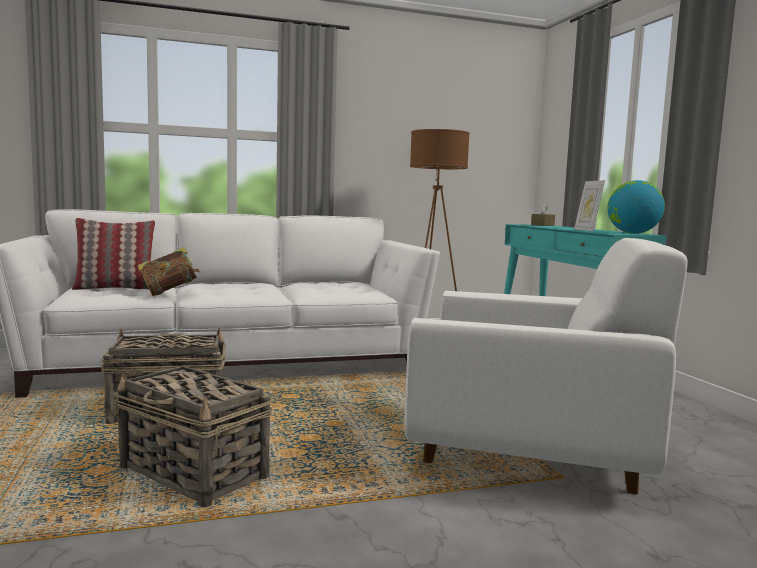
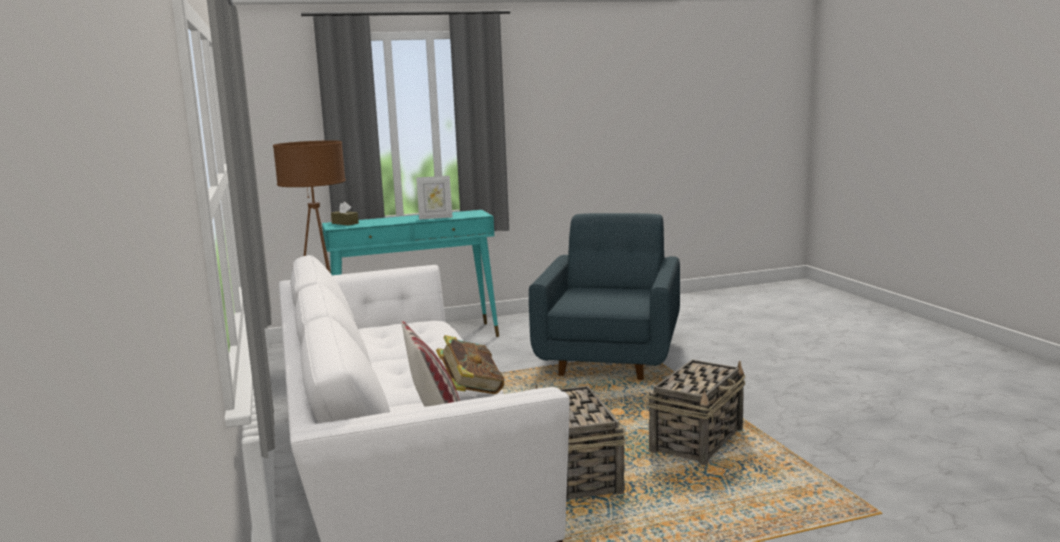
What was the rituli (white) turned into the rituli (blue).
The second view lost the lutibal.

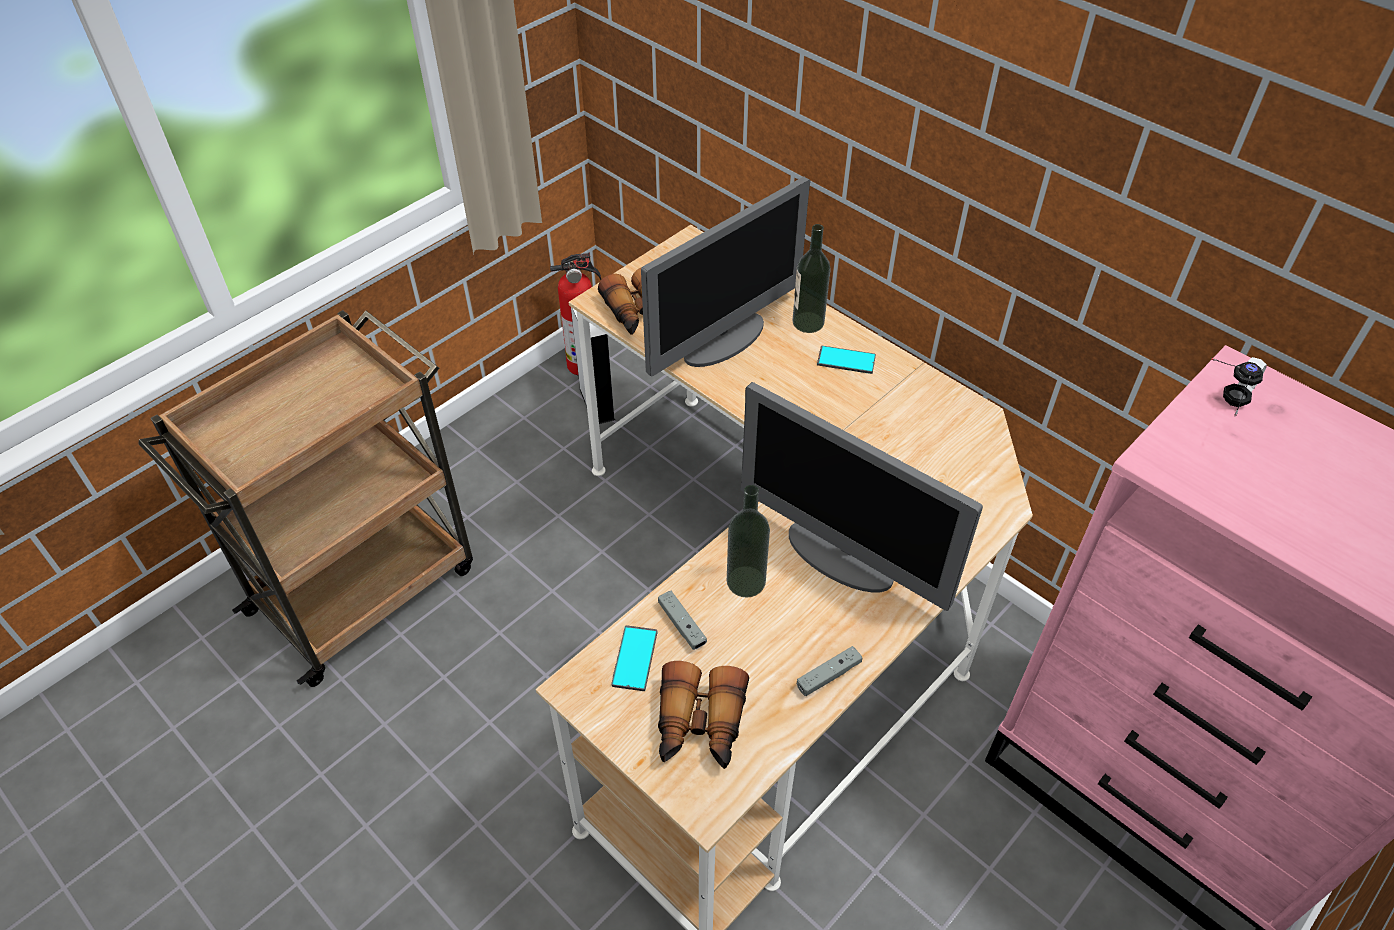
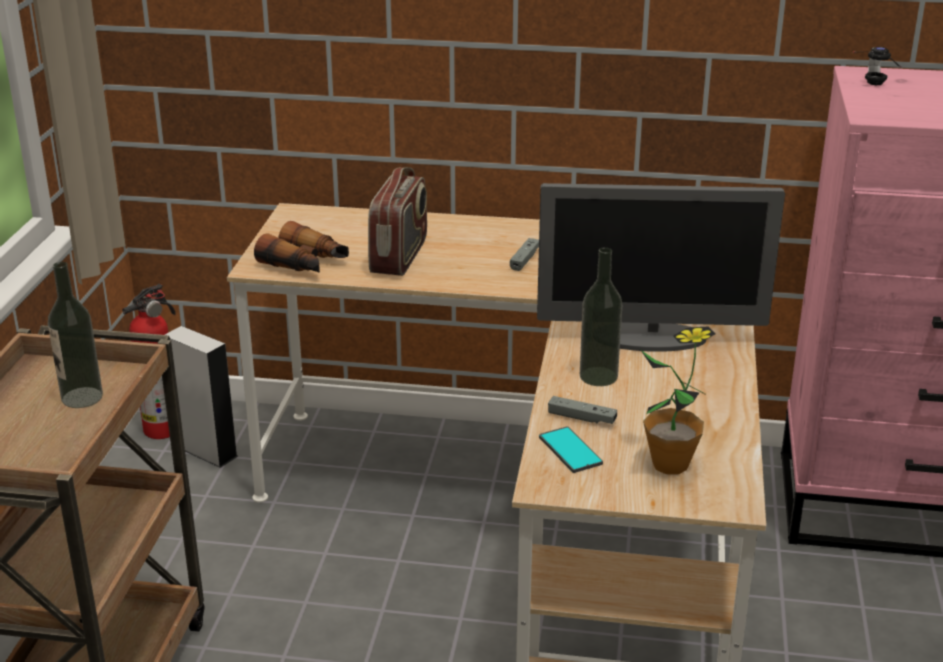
The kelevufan (2nd from left in the first image) ended up elsewhere.
Where the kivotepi (1st from left) stood, the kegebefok came to stand.
The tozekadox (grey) (2nd from left in the first image) ended up elsewhere.
Where the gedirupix (2nd from left) stood, the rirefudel came to stand.
The second view lost the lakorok (2nd from left).

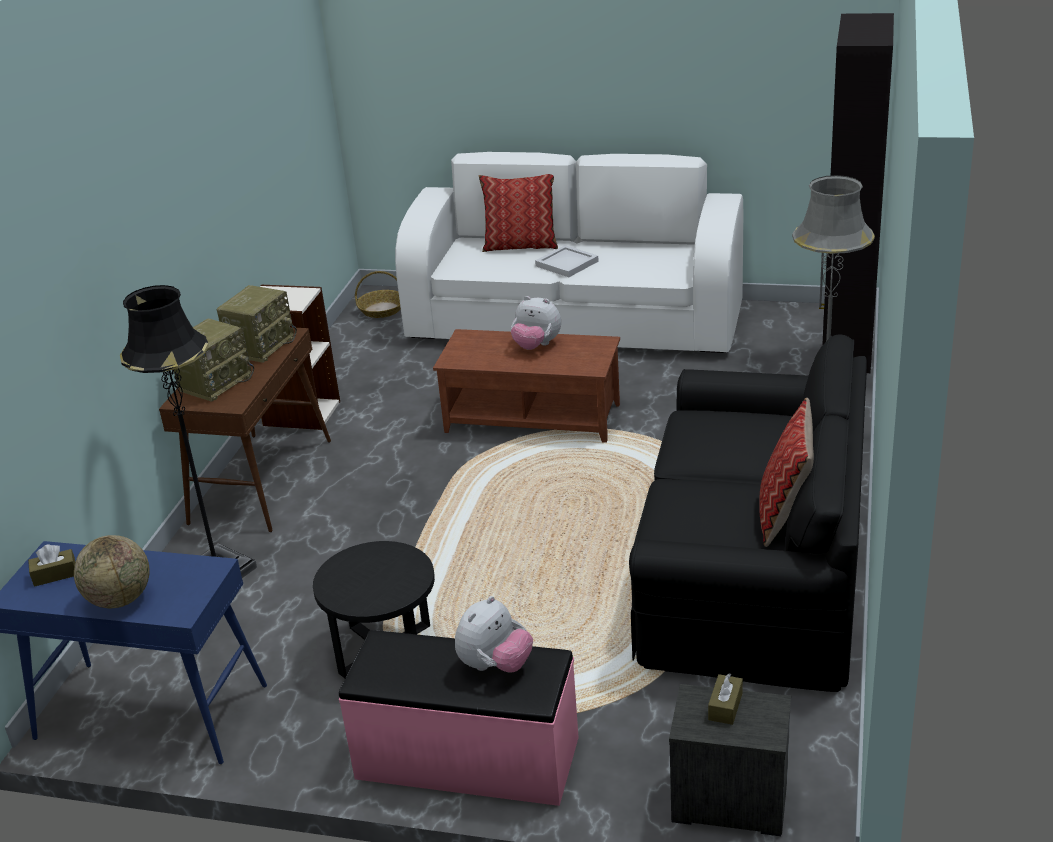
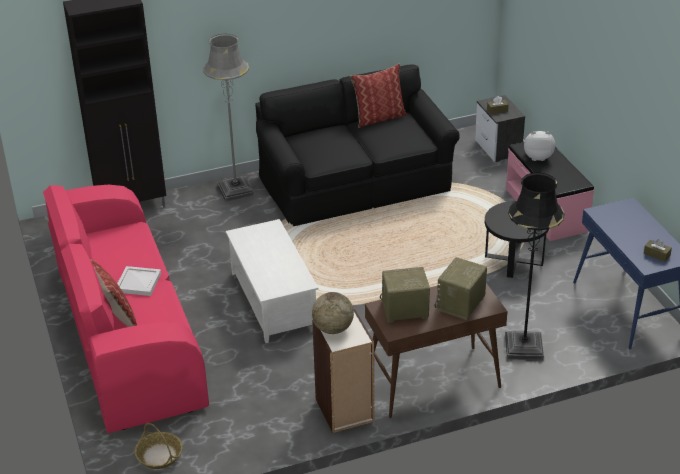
What was the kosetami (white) turned into the kosetami (pink).
What was the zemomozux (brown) turned into the zemomozux (white).
The lutibal ended up elsewhere.
The kegebefok (1st from left in the first image) ended up facing another way, 60 degrees counterclockwise from before.
The second view lost the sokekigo (2nd from left).

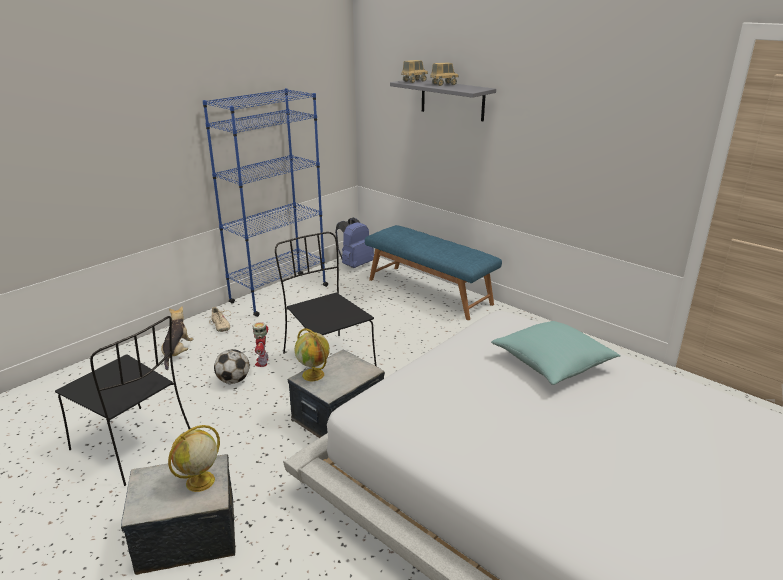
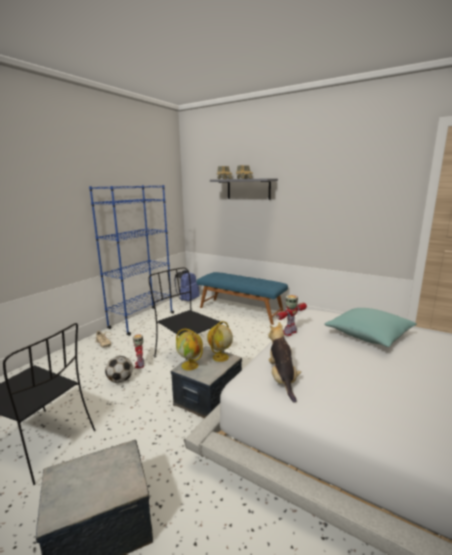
The lutibal (1st from left in the first image) ended up elsewhere.
The sokekigo ended up elsewhere.
The second view gained the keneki (2nd from left).

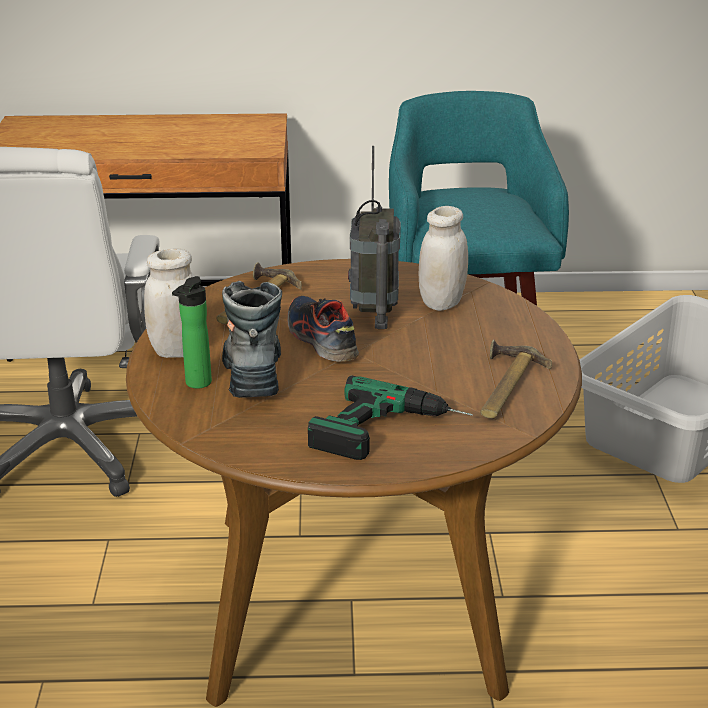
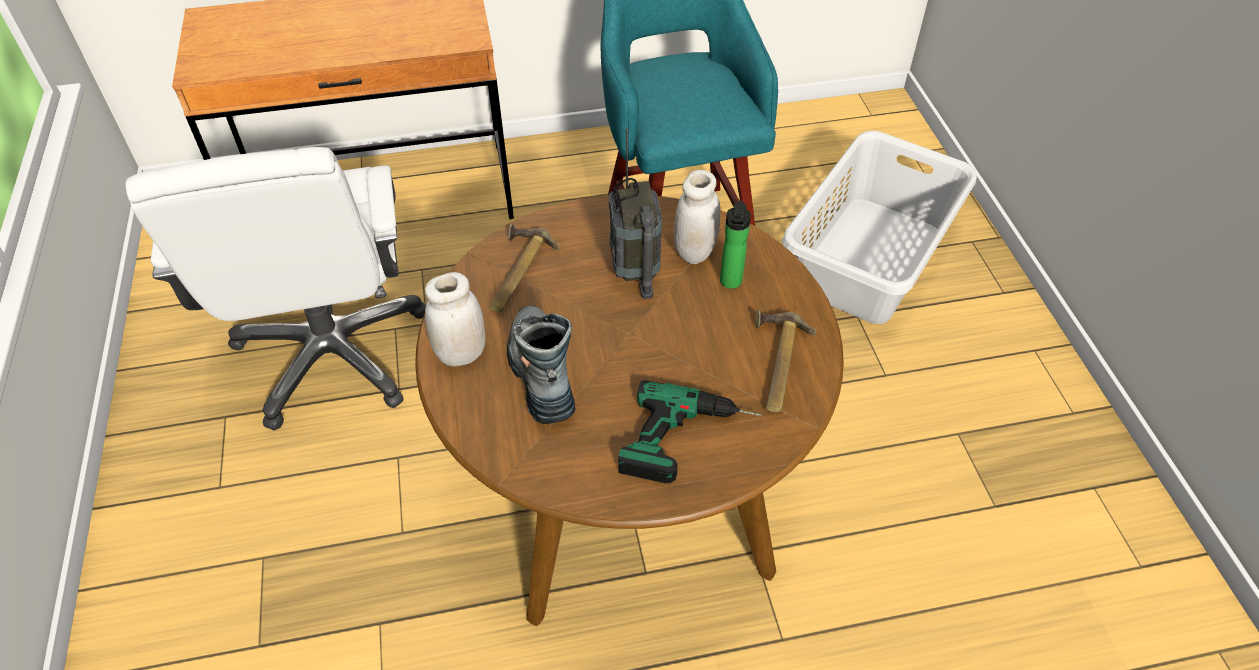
The kelevufan ended up elsewhere.
The second view lost the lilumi.

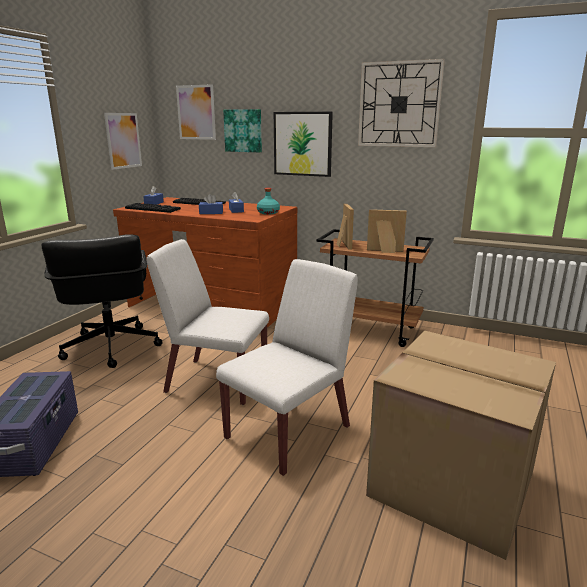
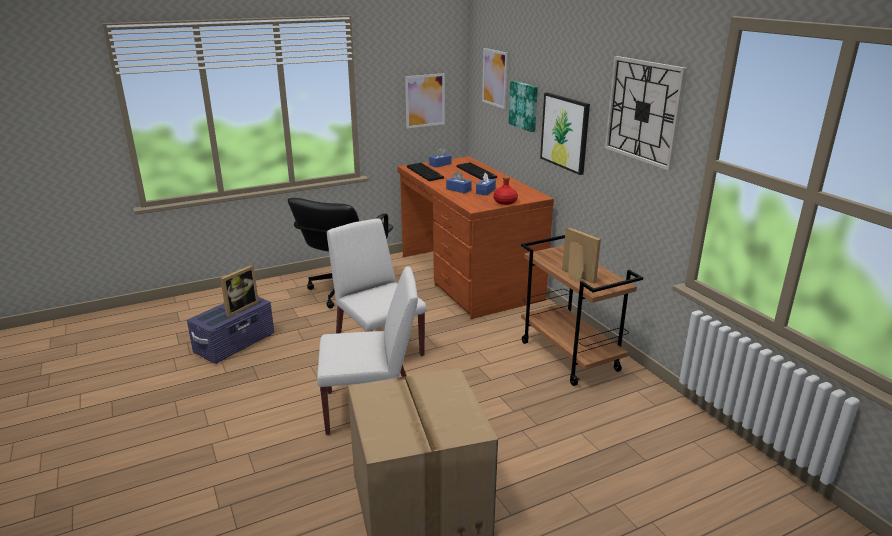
The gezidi (1st from left) ended up elsewhere.
What was the kelevufan (turquoise) turned into the kelevufan (red).

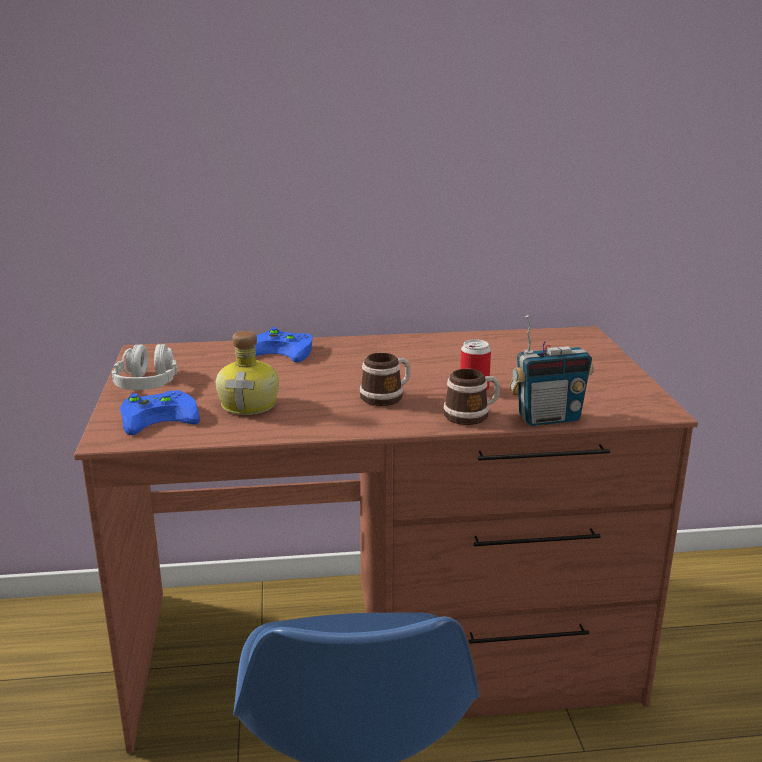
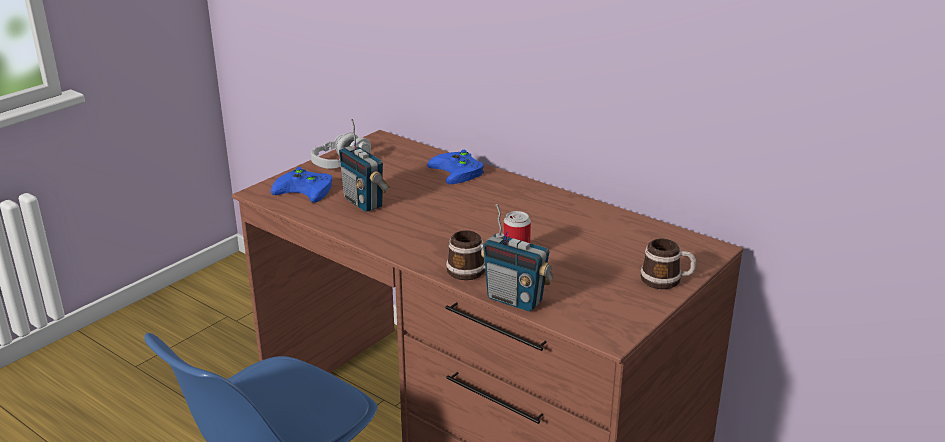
Where the kelevufan stood, the kegebefok (1st from left) came to stand.
The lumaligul (1st from left in the first image) ended up elsewhere.

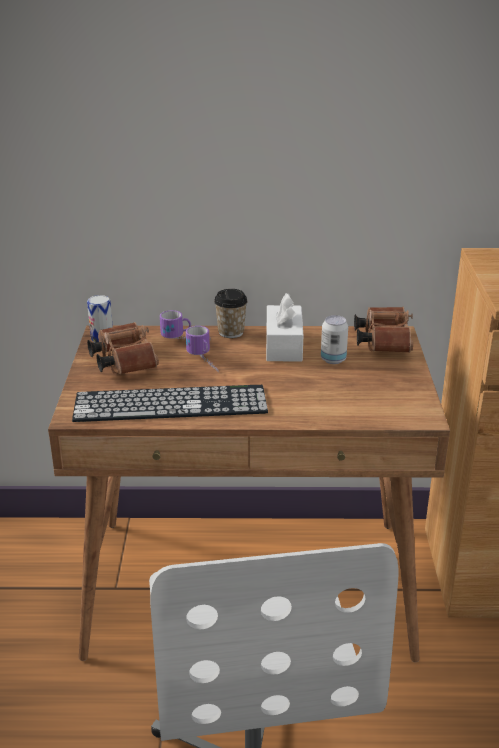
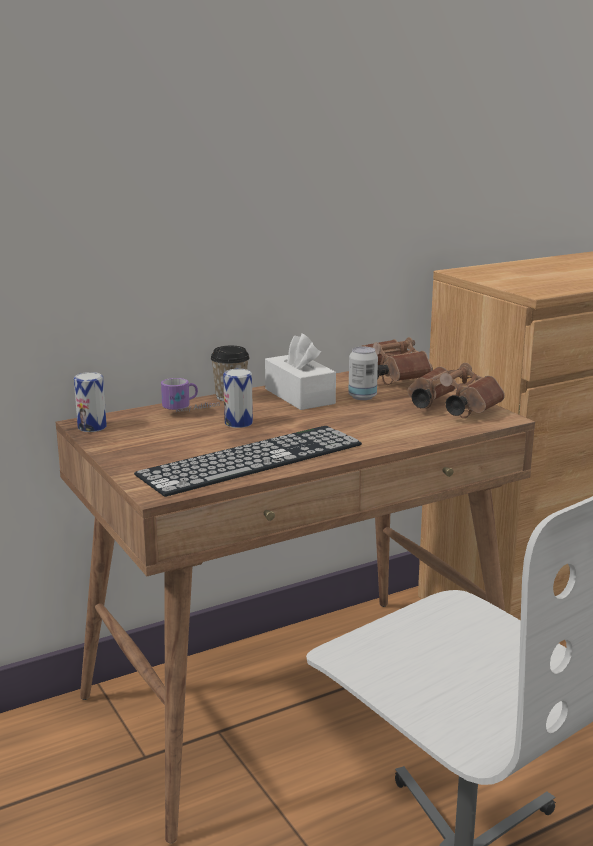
Where the lumaligul (2nd from left) stood, the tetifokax (2nd from left) came to stand.
The gedirupix (brown) (1st from left in the first image) ended up elsewhere.

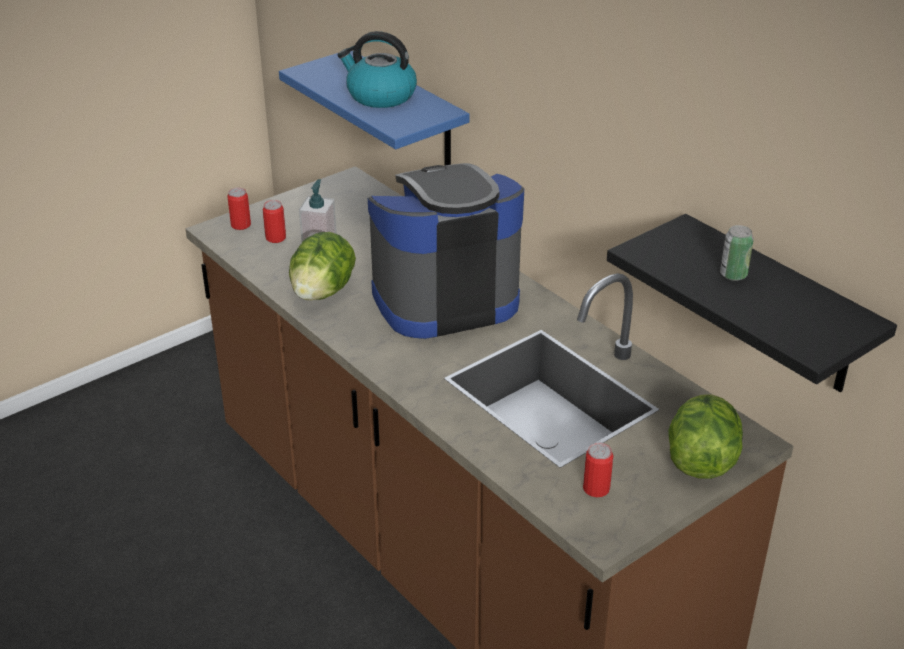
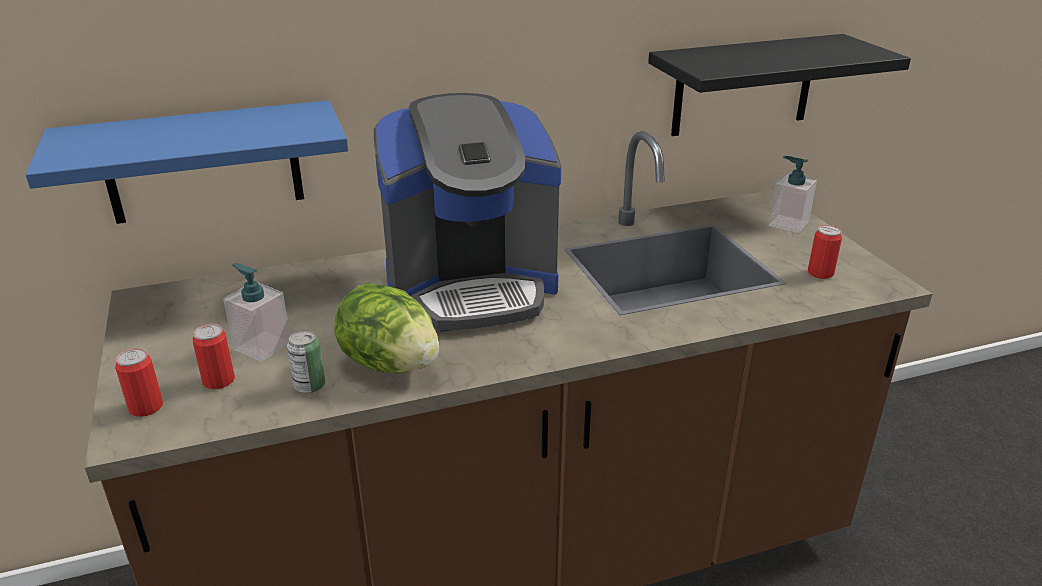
The tetifokax (4th from left in the first image) ended up elsewhere.
The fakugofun ended up facing another way, 105 degrees counterclockwise from before.
Where the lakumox (2nd from left) stood, the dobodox (2nd from left) came to stand.
The second view lost the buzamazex.

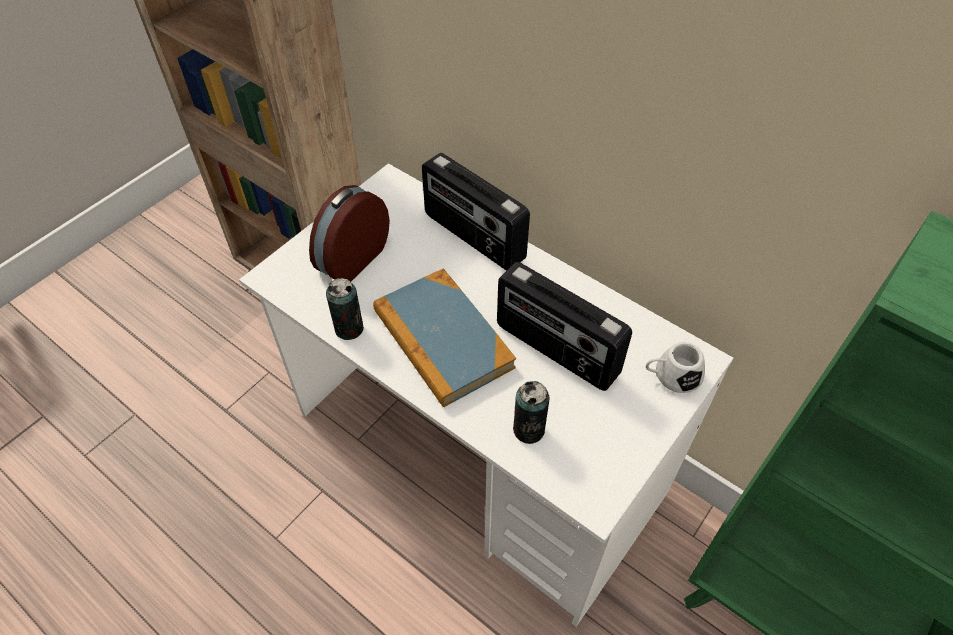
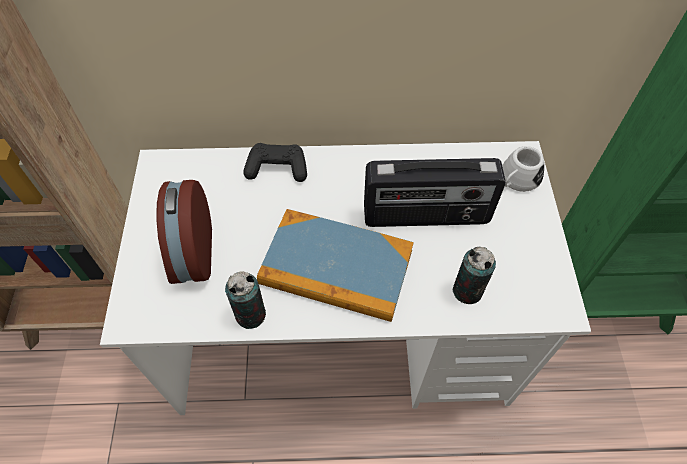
Where the kegebefok (1st from left) stood, the tozekadox (black) came to stand.

